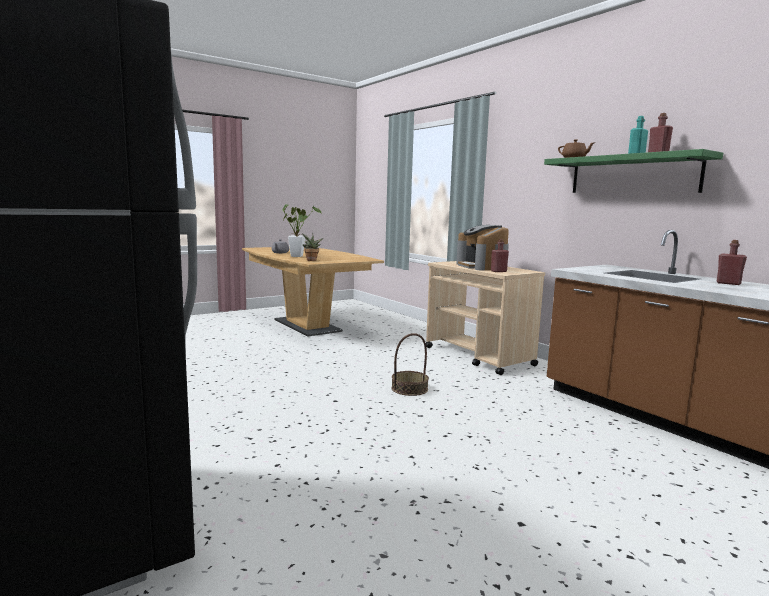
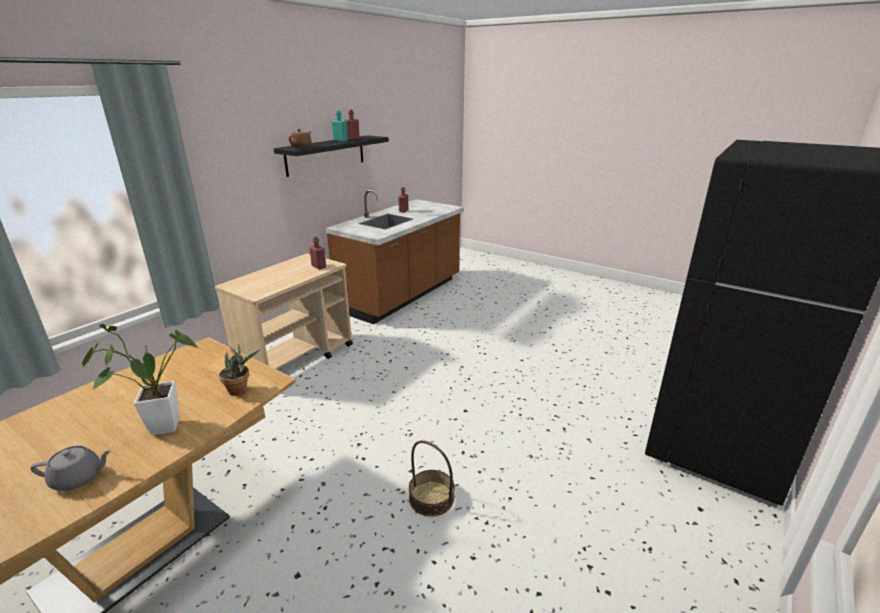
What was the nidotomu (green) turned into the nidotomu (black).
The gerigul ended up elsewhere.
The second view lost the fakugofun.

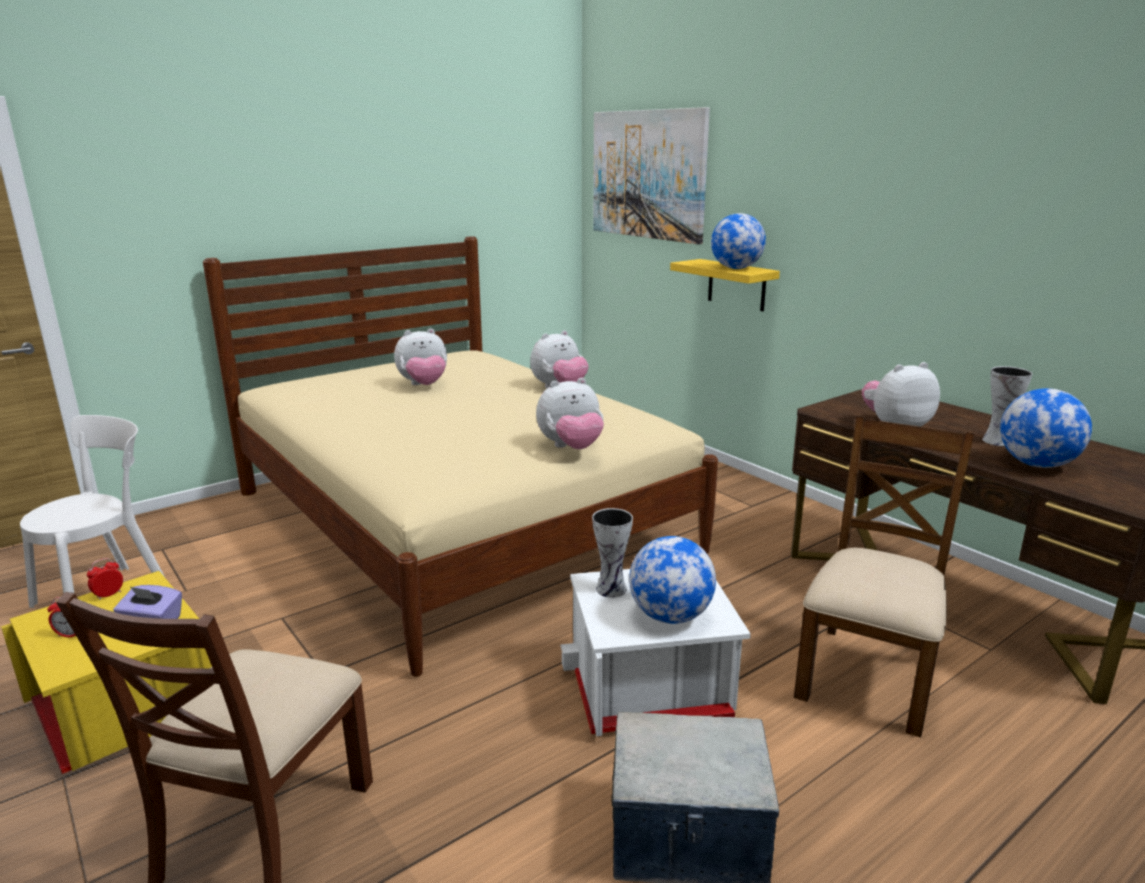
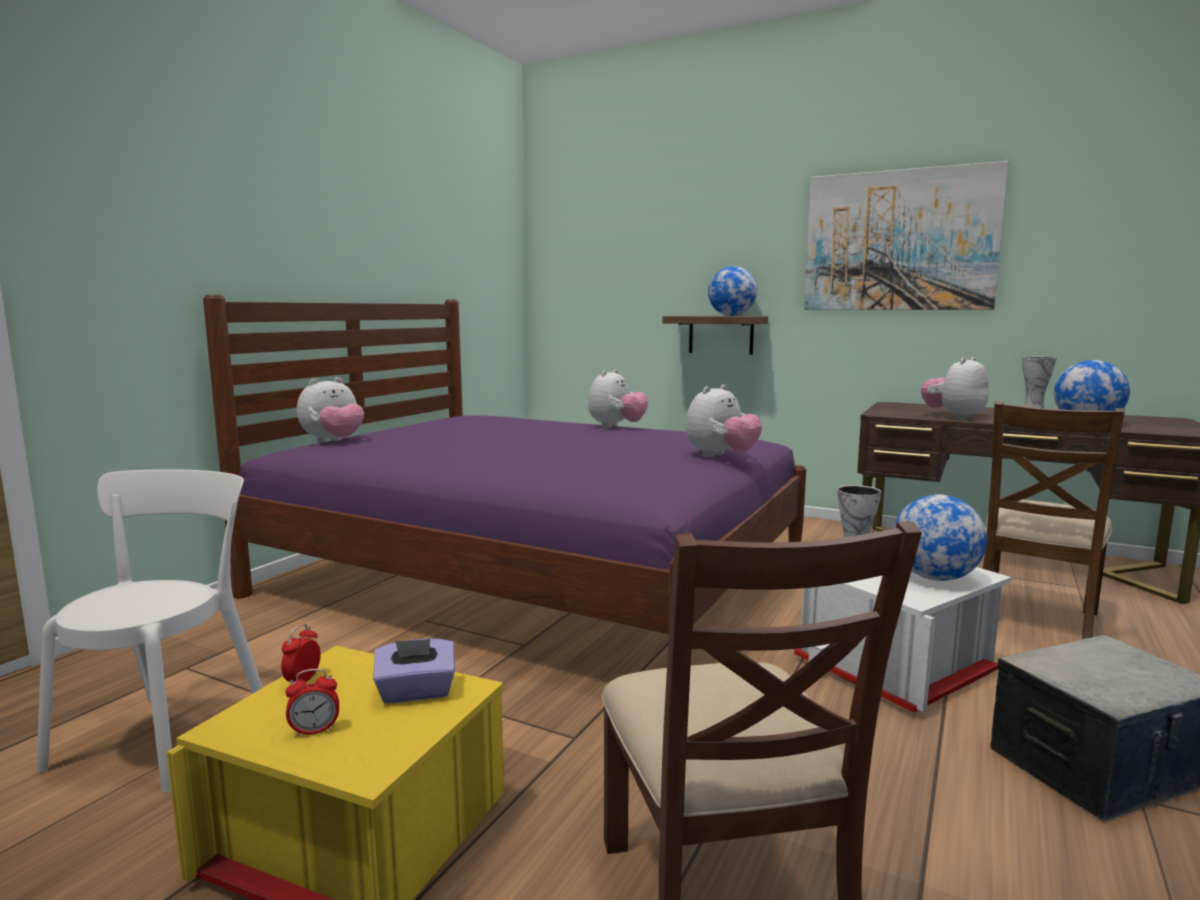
What was the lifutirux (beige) turned into the lifutirux (purple).
The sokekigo (1st from left) ended up elsewhere.
What was the nidotomu (yellow) turned into the nidotomu (brown).
The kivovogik ended up elsewhere.
The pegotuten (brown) (2nd from left) ended up facing another way, 150 degrees counterclockwise from before.

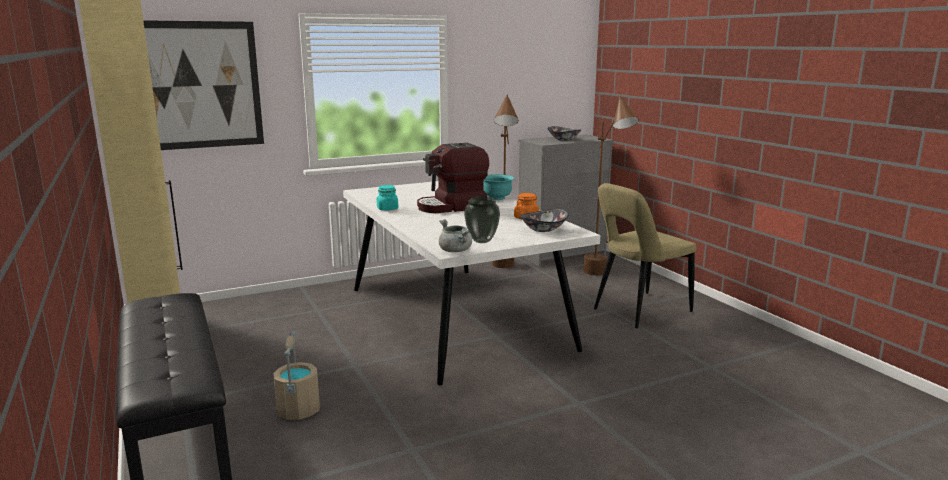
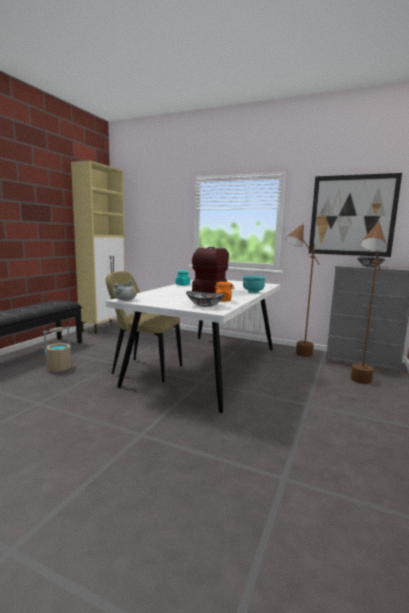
The pegotuten (beige) ended up elsewhere.
The fakugofun ended up facing another way, 90 degrees clockwise from before.
The kivovogik ended up elsewhere.
The second view lost the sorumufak.

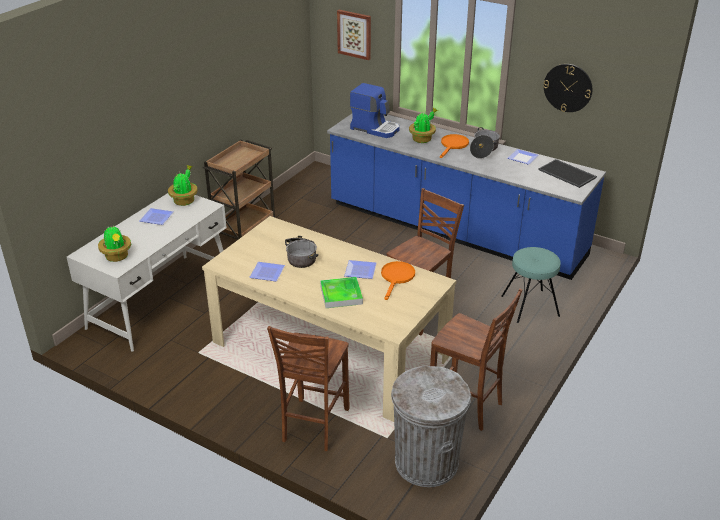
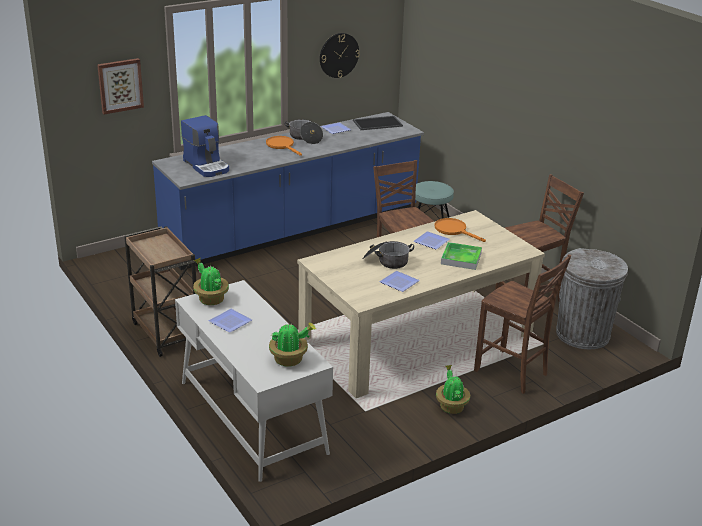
The fakugofun ended up facing another way, 90 degrees clockwise from before.
The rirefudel (3rd from left) ended up elsewhere.

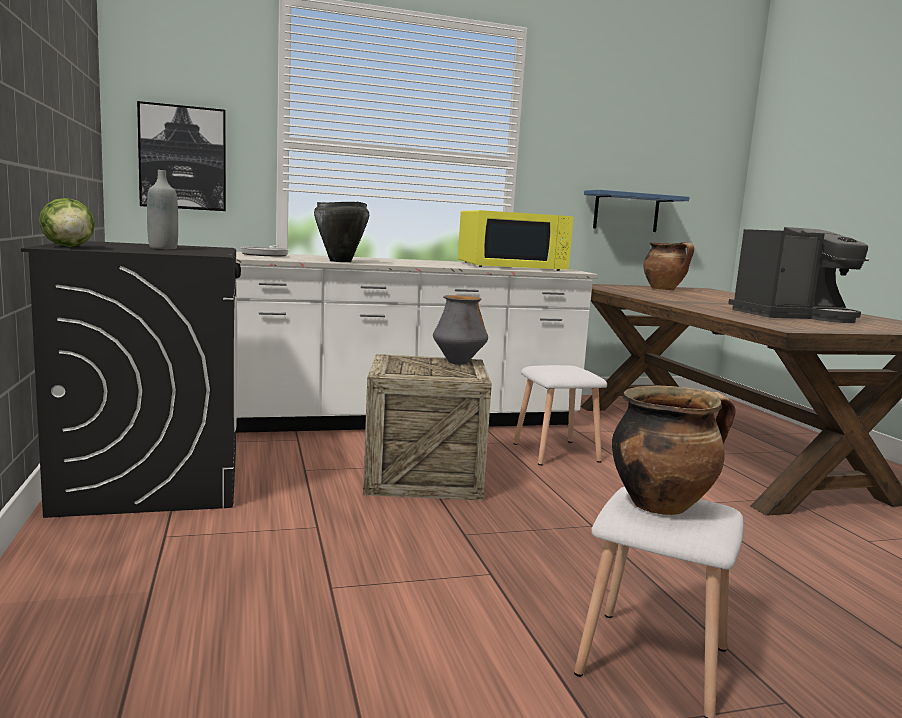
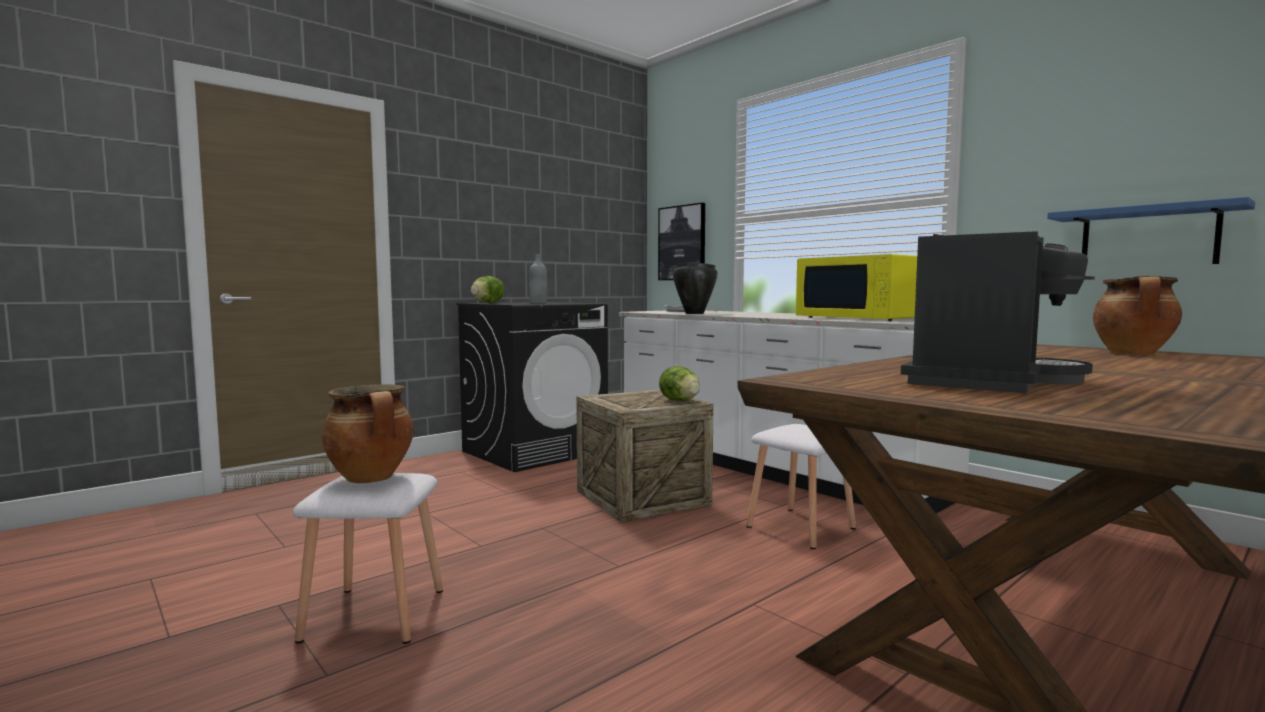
Where the sorumufak stood, the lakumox (2nd from left) came to stand.
The fakugofun ended up facing another way, 105 degrees counterclockwise from before.

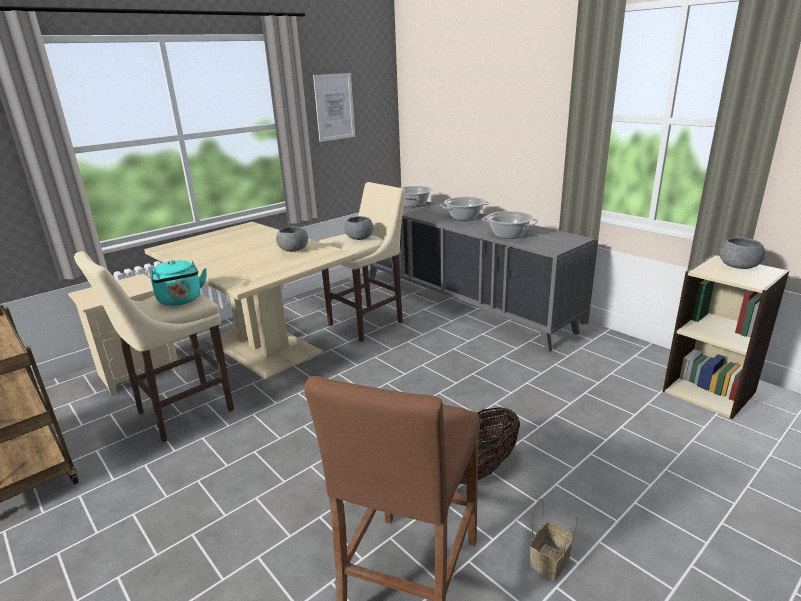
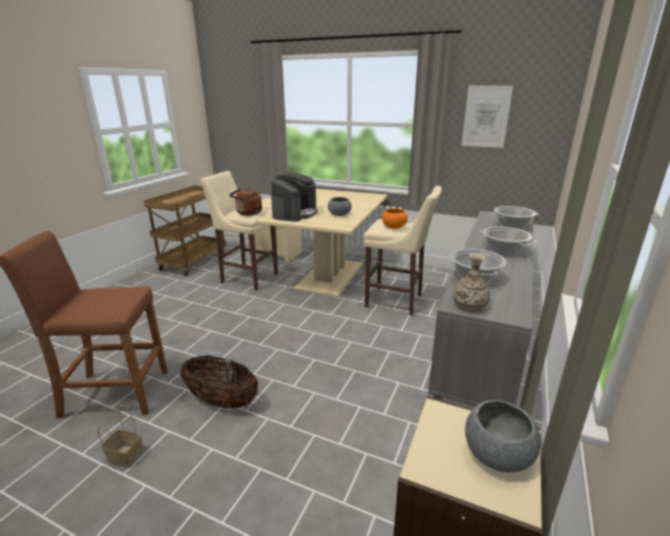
What was the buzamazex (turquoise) turned into the buzamazex (brown).
The second view gained the fakugofun.
What was the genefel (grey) (2nd from left) turned into the genefel (orange).
The second view gained the sorumufak.

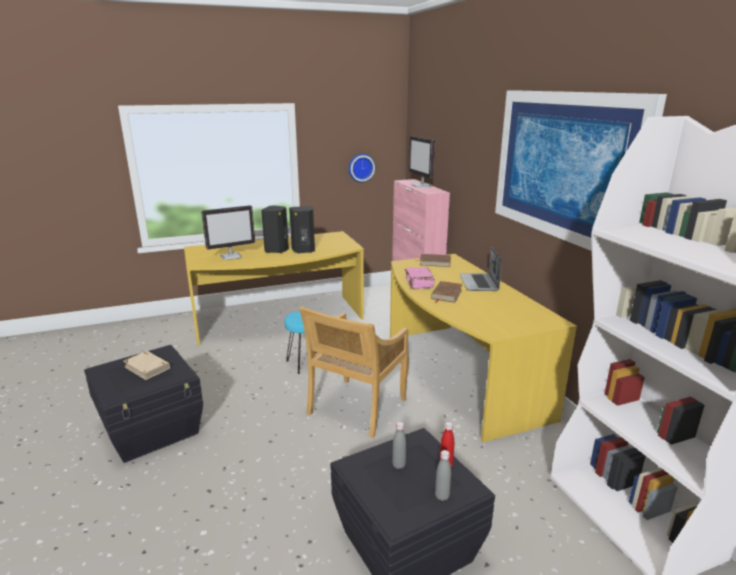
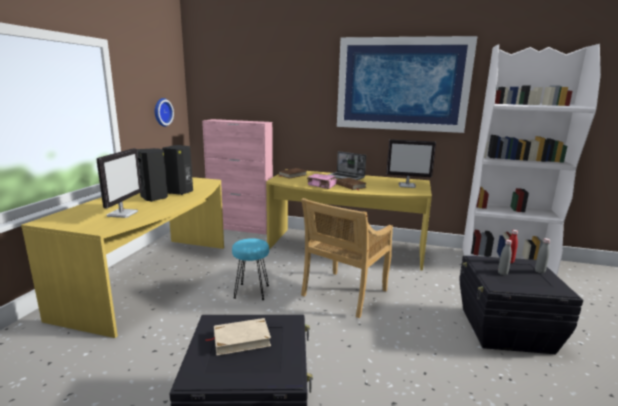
The pegotuten (beige) ended up facing another way, 60 degrees clockwise from before.
The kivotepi (2nd from left) ended up elsewhere.

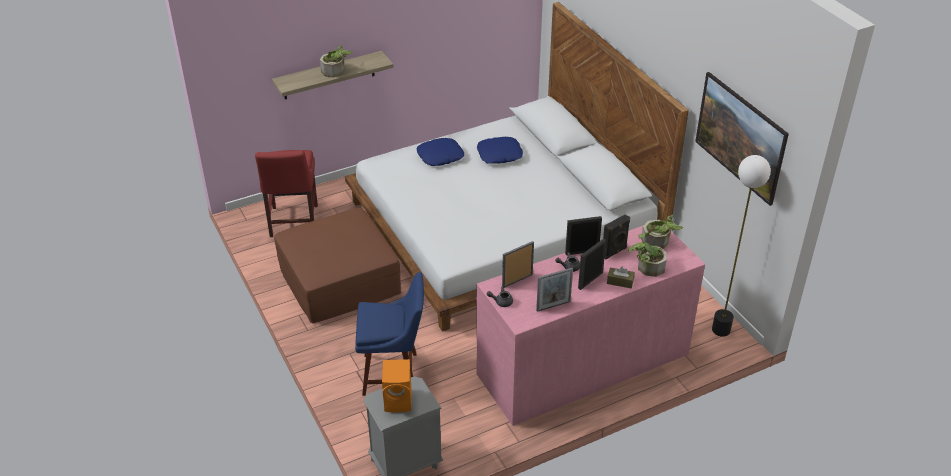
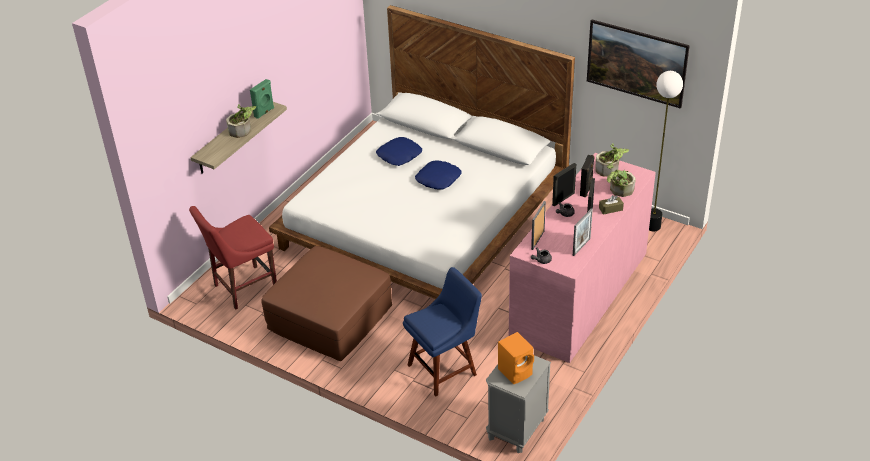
The pegotuten (red) ended up facing another way, 90 degrees clockwise from before.
The second view gained the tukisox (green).
The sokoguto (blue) (1st from left in the first image) ended up elsewhere.

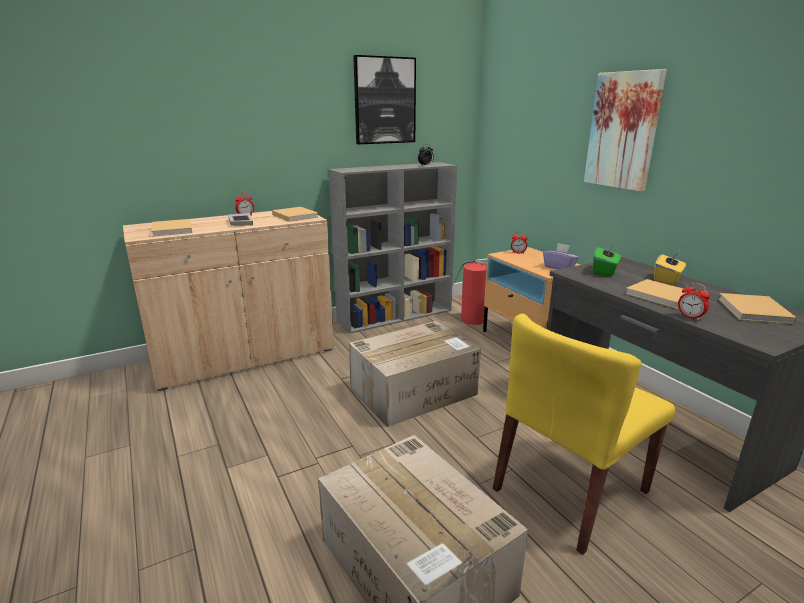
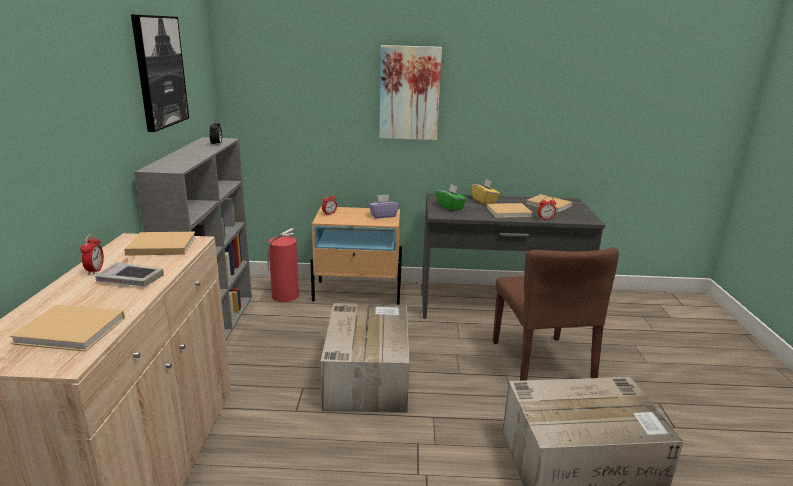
What was the pegotuten (yellow) turned into the pegotuten (brown).

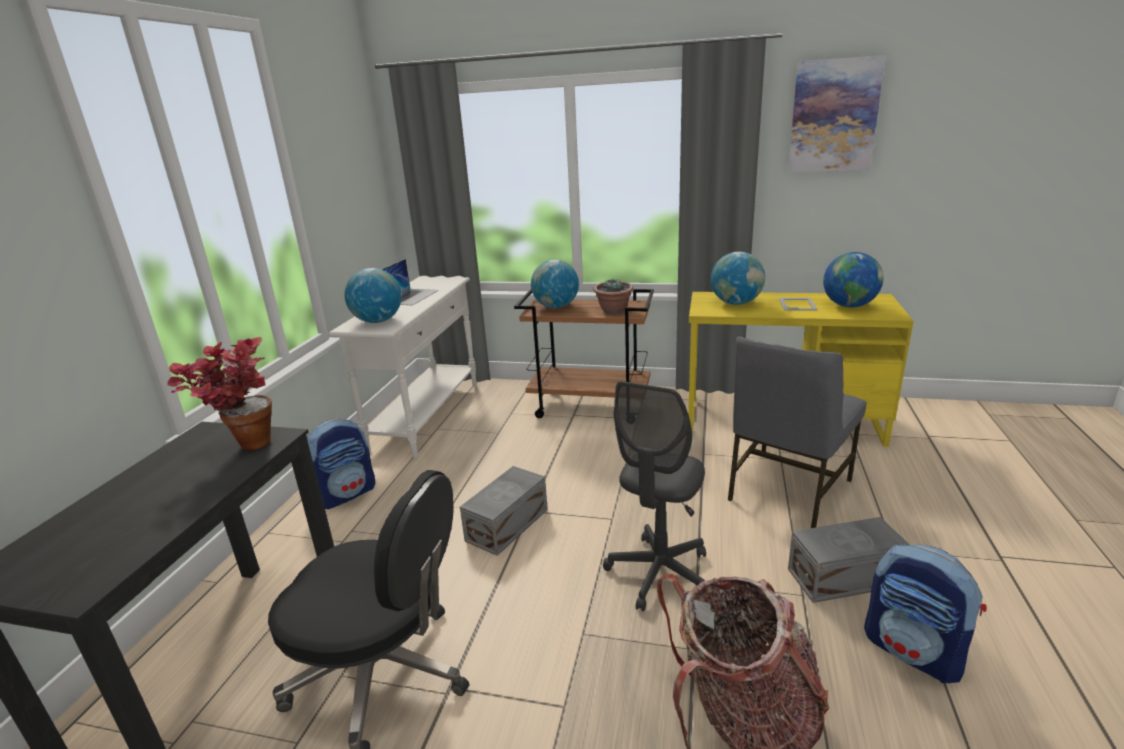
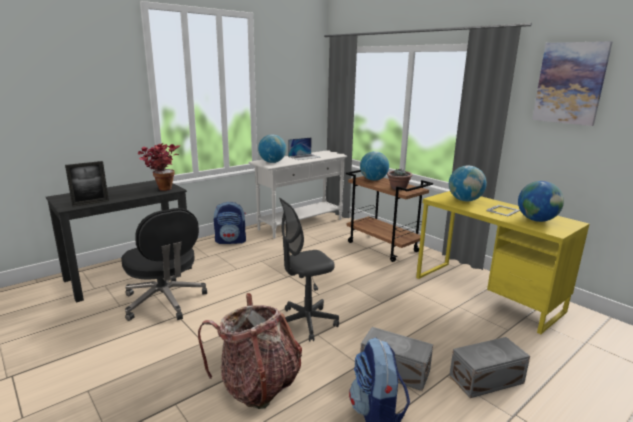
The second view gained the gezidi (1st from left).
The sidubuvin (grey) (1st from left in the first image) ended up elsewhere.
The second view lost the pegotuten (grey).

